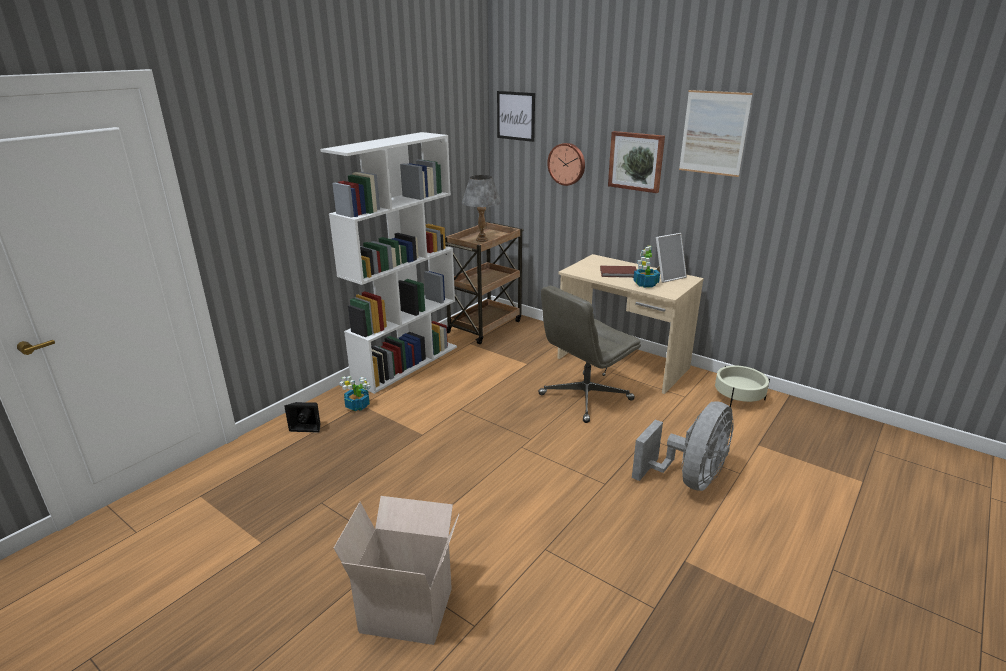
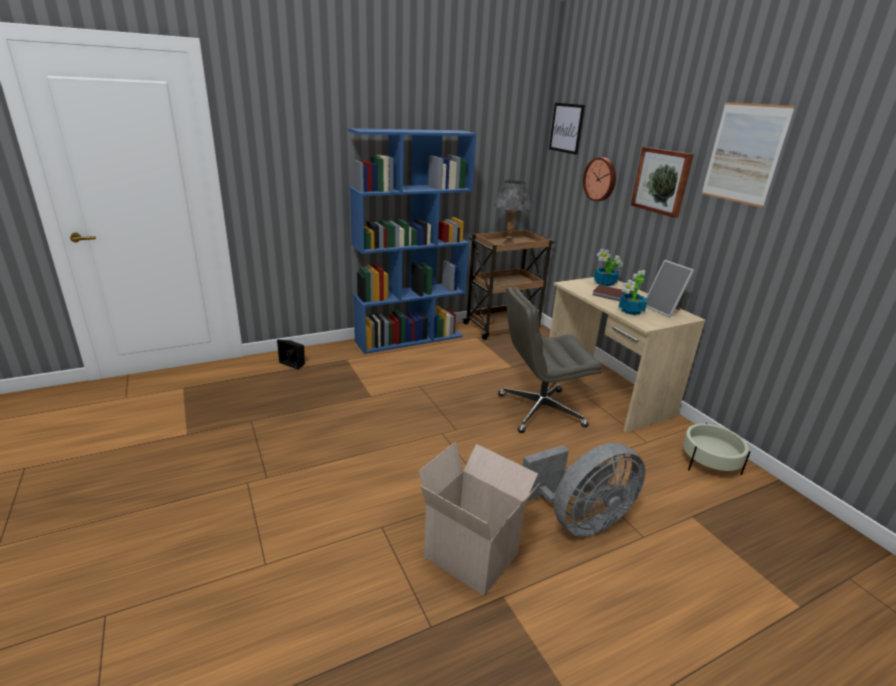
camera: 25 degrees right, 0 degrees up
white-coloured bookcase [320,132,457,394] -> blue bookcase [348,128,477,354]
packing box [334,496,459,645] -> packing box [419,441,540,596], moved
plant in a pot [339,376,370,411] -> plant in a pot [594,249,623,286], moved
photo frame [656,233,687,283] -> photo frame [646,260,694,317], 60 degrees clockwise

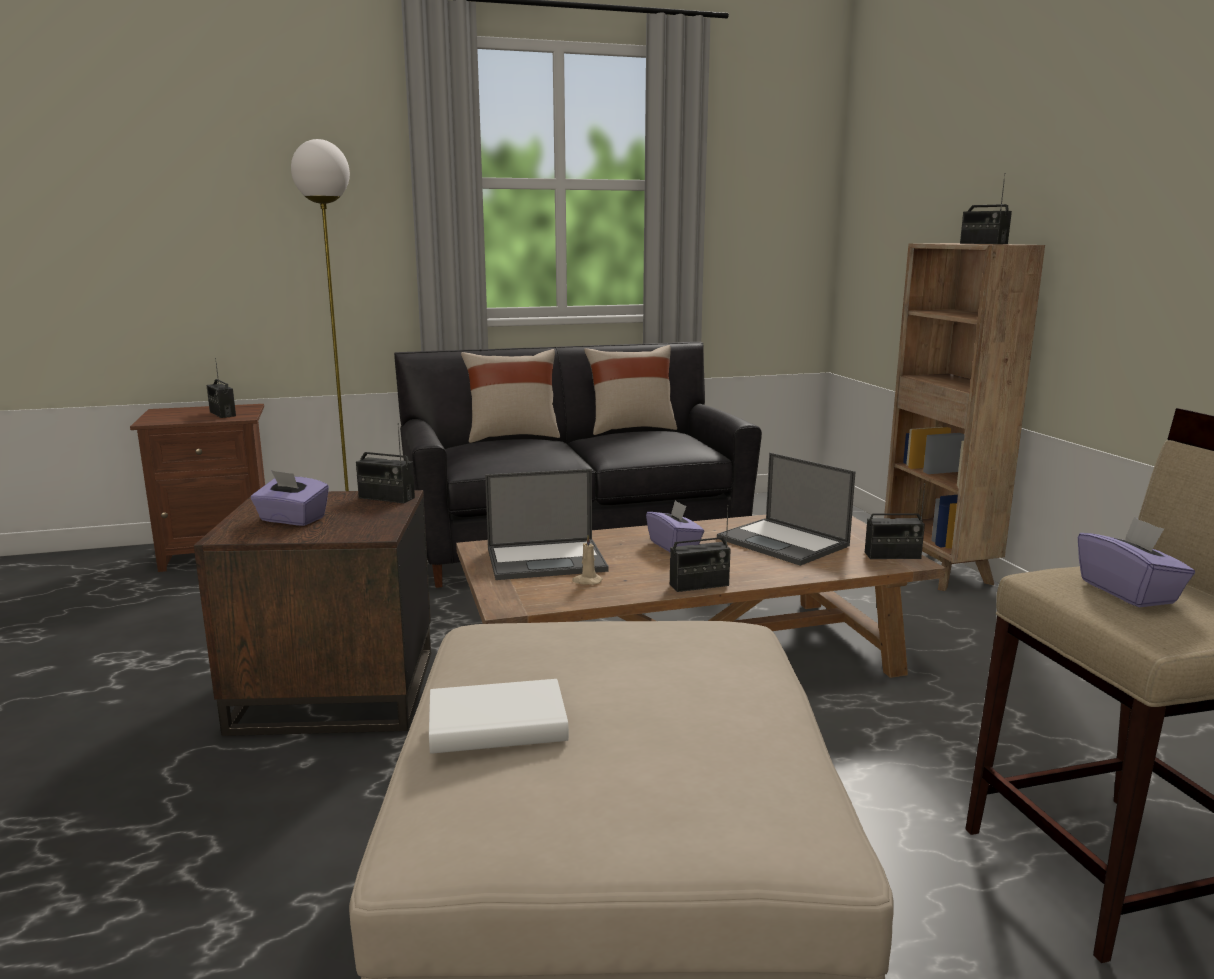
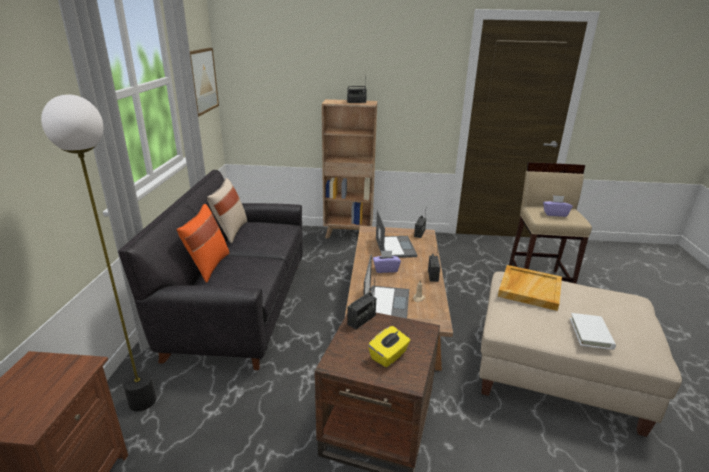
camera: 70 degrees left, 10 degrees up
radio receiver [207,358,236,418] -> none
purple-coloured tissue box [251,470,329,526] -> yellow-coloured tissue box [368,326,410,367]
beige pillow [461,349,560,443] -> orange-coloured pillow [177,204,230,283]
laptop [717,453,856,566] -> laptop [376,210,417,258], 75 degrees counterclockwise
none -> wall picture [190,48,219,117]
none -> beige serving tray [498,265,562,311]

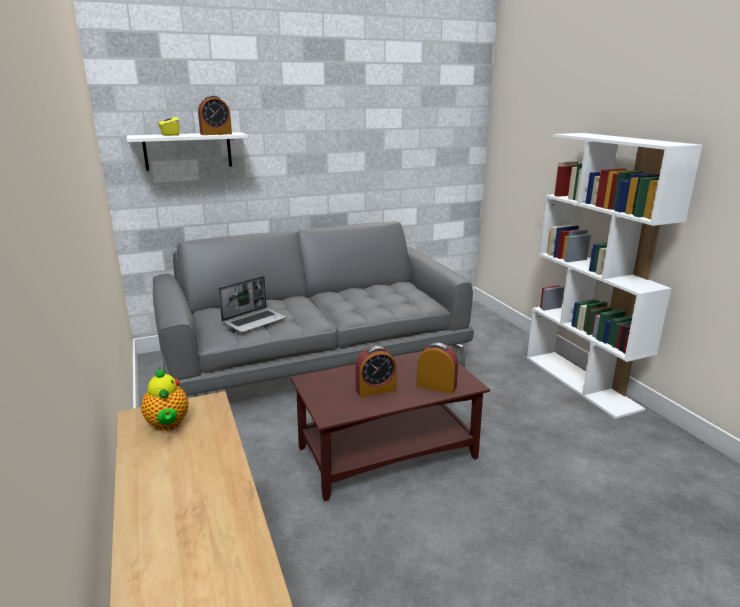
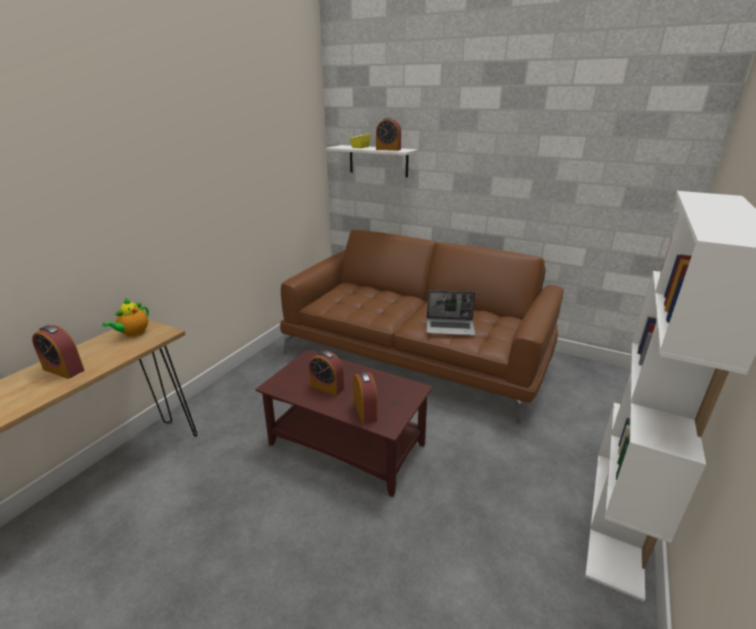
camera: 50 degrees right, 5 degrees up
greyish sofa [153,221,474,397] -> brownish sofa [280,230,564,424]
laptop [218,276,287,333] -> laptop [427,290,476,336], moved
none -> alarm clock [32,325,84,379]

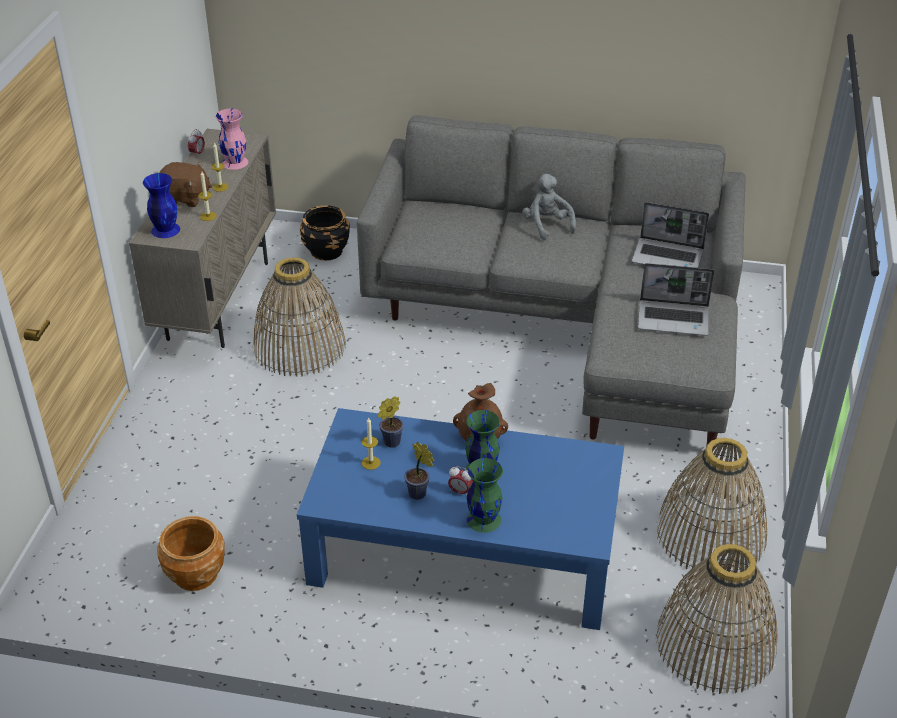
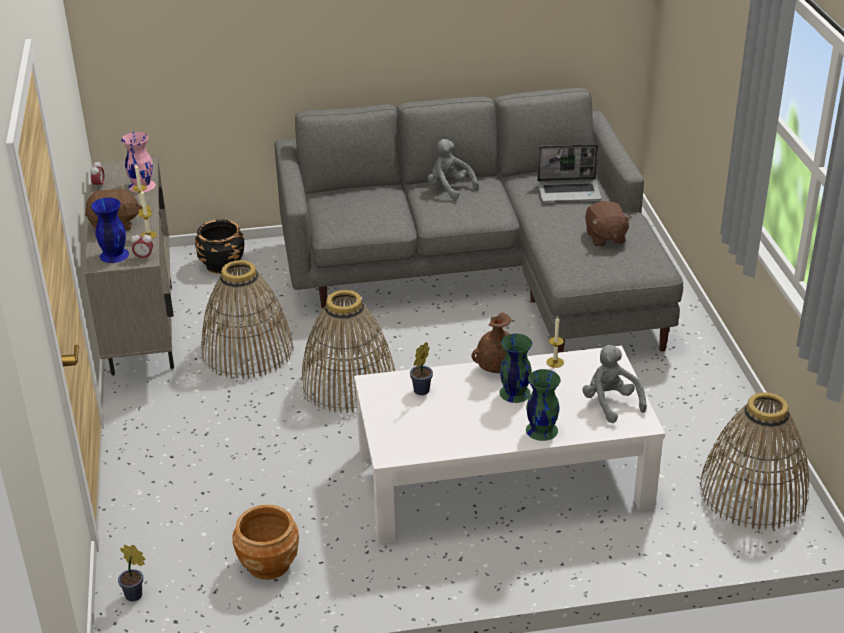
camera: 20 degrees left, 5 degrees down
blue lounge table [297,408,624,630] -> white-coloured lounge table [354,346,665,544]
wax light [362,417,381,470] -> wax light [546,316,564,368], moved
plant in a pot [404,442,434,500] -> plant in a pot [118,545,145,602], moved
alarm clock [448,466,473,496] -> alarm clock [131,232,153,260], moved
laptop [638,263,714,336] -> brownish cuddly toy [585,201,632,247]
storage basket [656,438,767,572] -> storage basket [301,290,395,413], moved
none -> greyish cuddly toy [582,345,647,423]

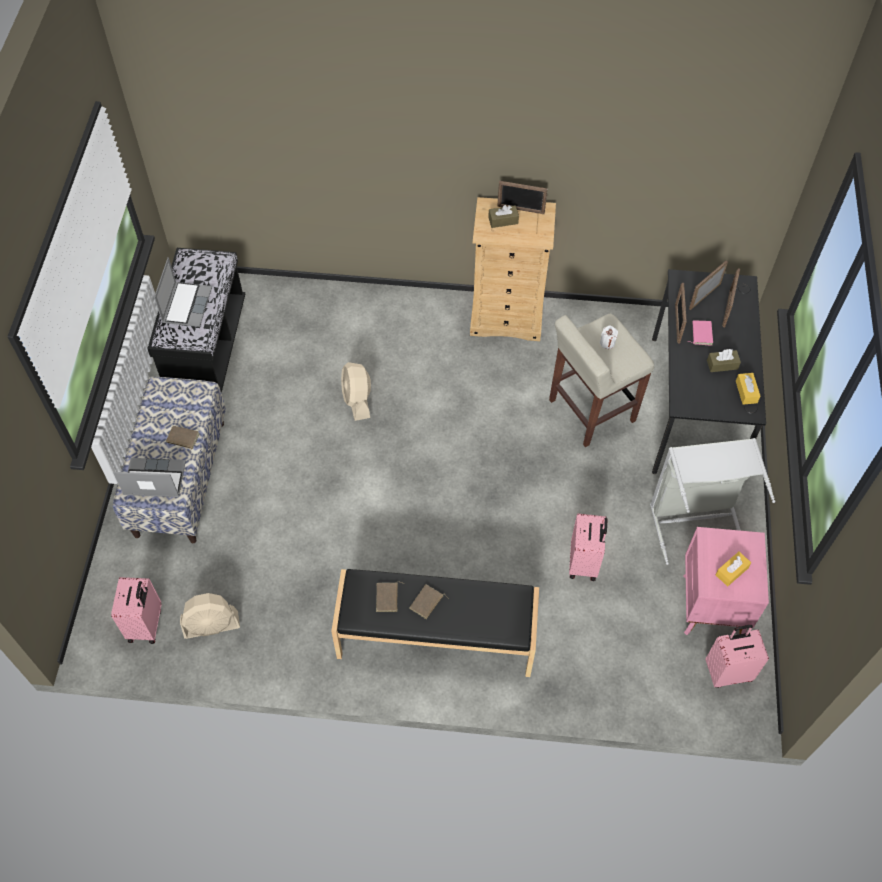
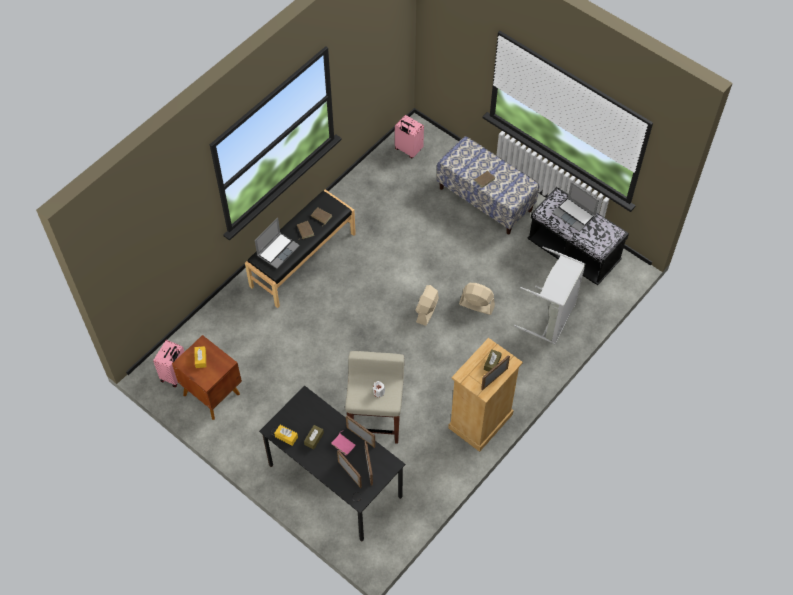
camera: 125 degrees right, 0 degrees up
laptop [113,458,186,497] -> laptop [255,217,300,269], moved
beige electric fan [180,593,240,639] -> beige electric fan [415,285,439,326], moved
pink-coloured suitcase [569,513,608,581] -> none
greyish hamper [650,438,775,565] -> greyish hamper [514,246,586,344], moved
pink-coloured nightstand [683,527,769,635] -> brownish nightstand [172,335,242,420]

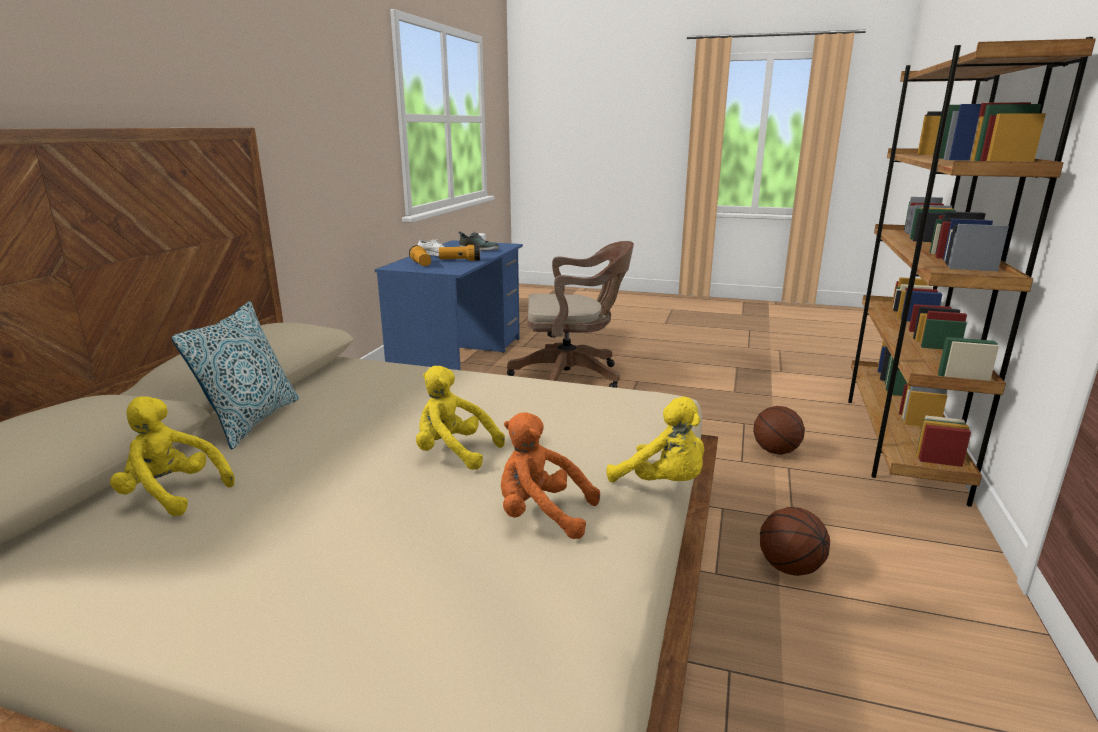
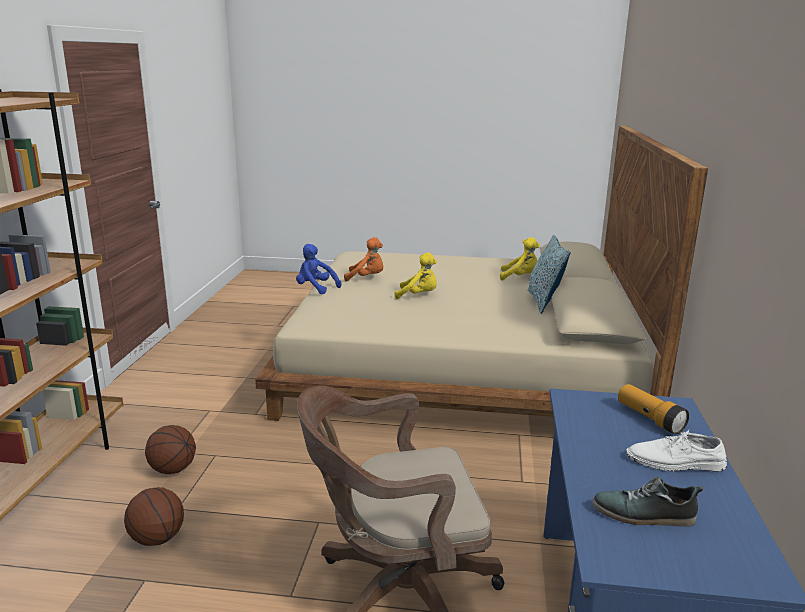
camera: 170 degrees right, 0 degrees up
torch [439,245,480,261] -> none
yellow-coloured cuddly toy [607,397,704,482] -> blue cuddly toy [296,244,342,294]
basketball ball [760,507,830,576] -> basketball ball [124,487,184,546], moved

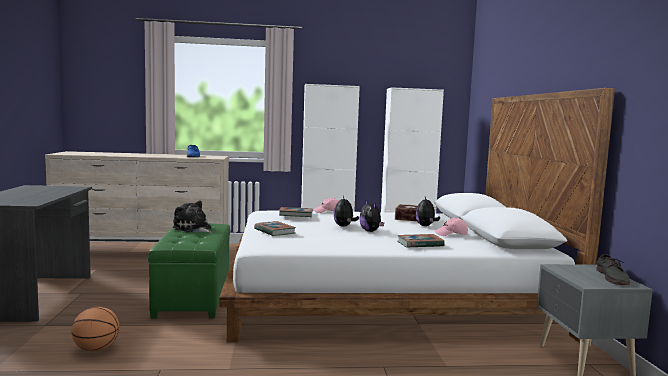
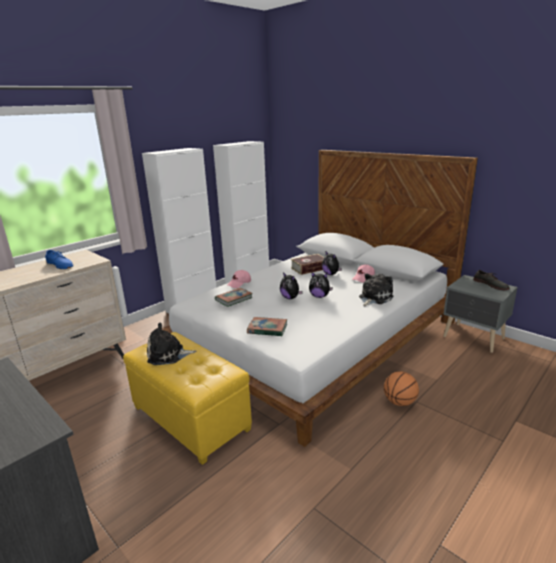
camera: 40 degrees left, 15 degrees up
basketball ball [72,307,120,351] -> basketball ball [384,371,419,406], moved
green-coloured footrest [148,223,230,318] -> yellow-coloured footrest [123,332,252,465]
bound book [398,234,445,247] -> cuddly toy [359,274,394,306]

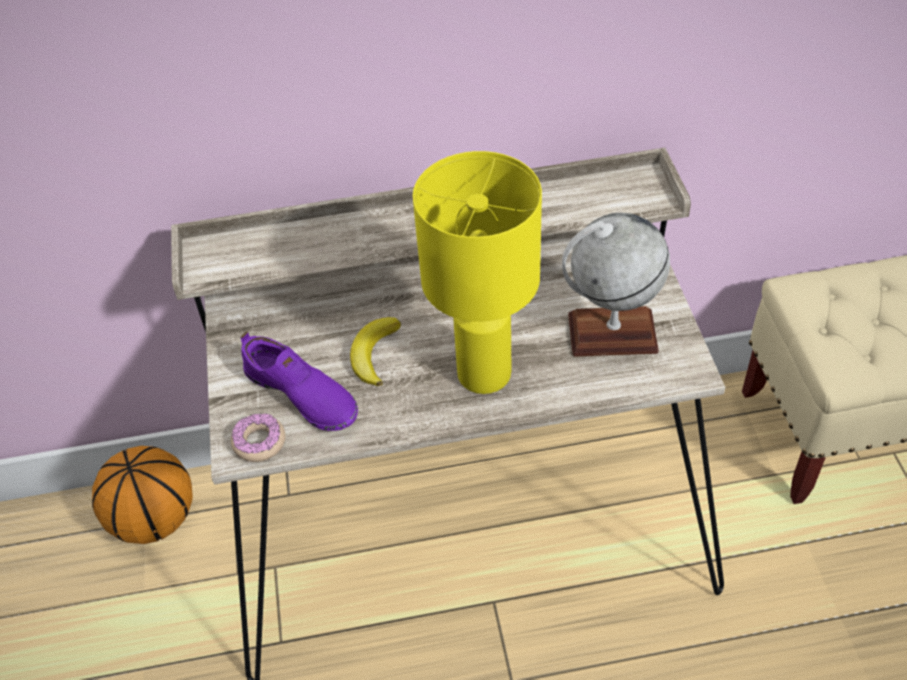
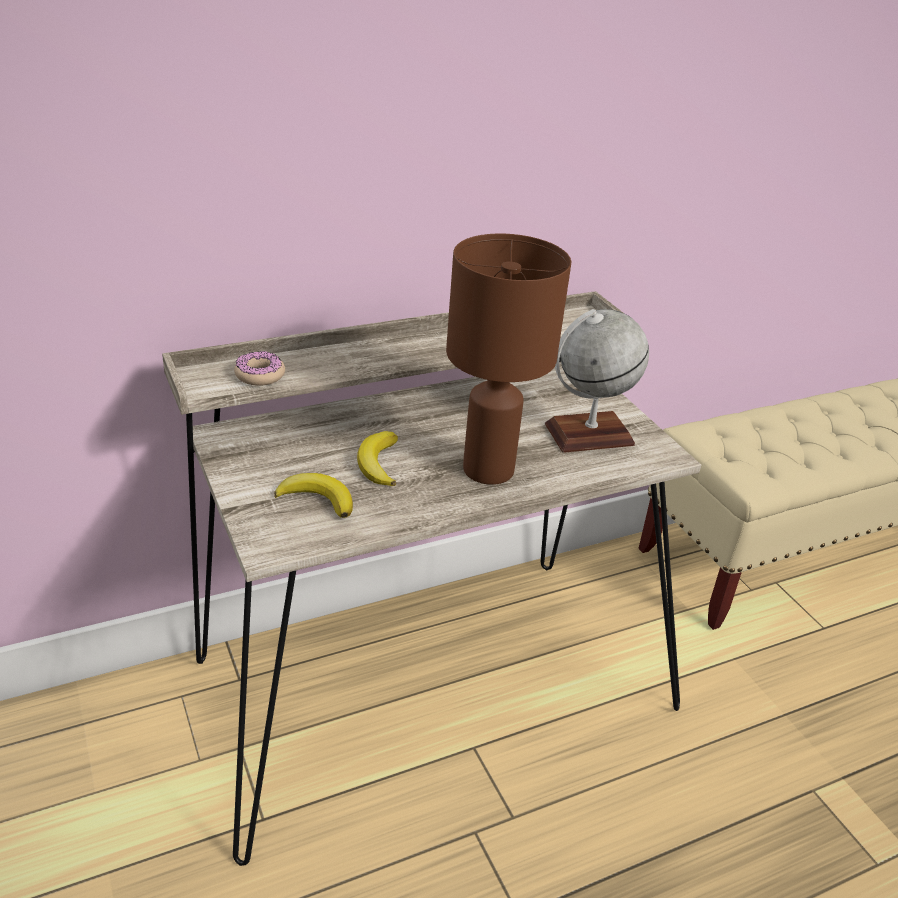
camera: 20 degrees left, 15 degrees down
basketball ball [92,446,193,544] -> none
donut [231,413,286,462] -> donut [234,351,285,386], moved
purple-coloured low shoe [241,331,358,431] -> whole banana [274,473,353,518]
yellow-coloured lamp for a table [413,151,542,394] -> brownish lamp for a table [446,234,571,485]

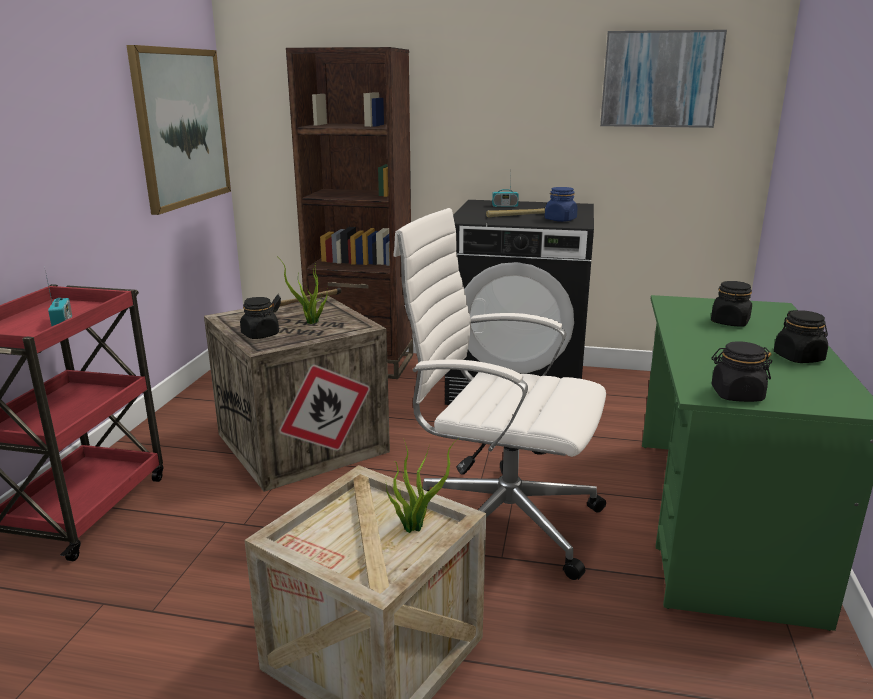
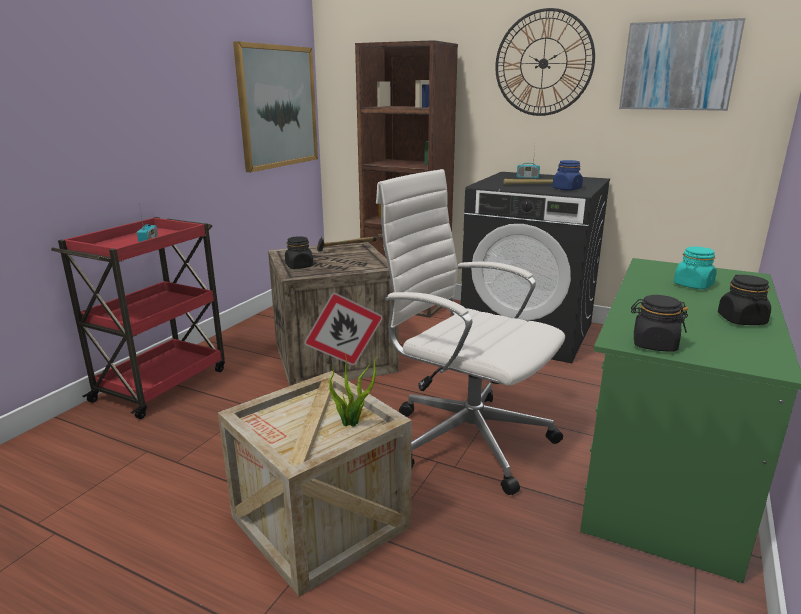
camera: 15 degrees right, 0 degrees up
plant in a pot [282,262,328,324] -> none
blackish preserve jar [711,281,752,327] -> blue-green preserve jar [674,247,717,289]
none -> hanging clock [495,8,595,116]

